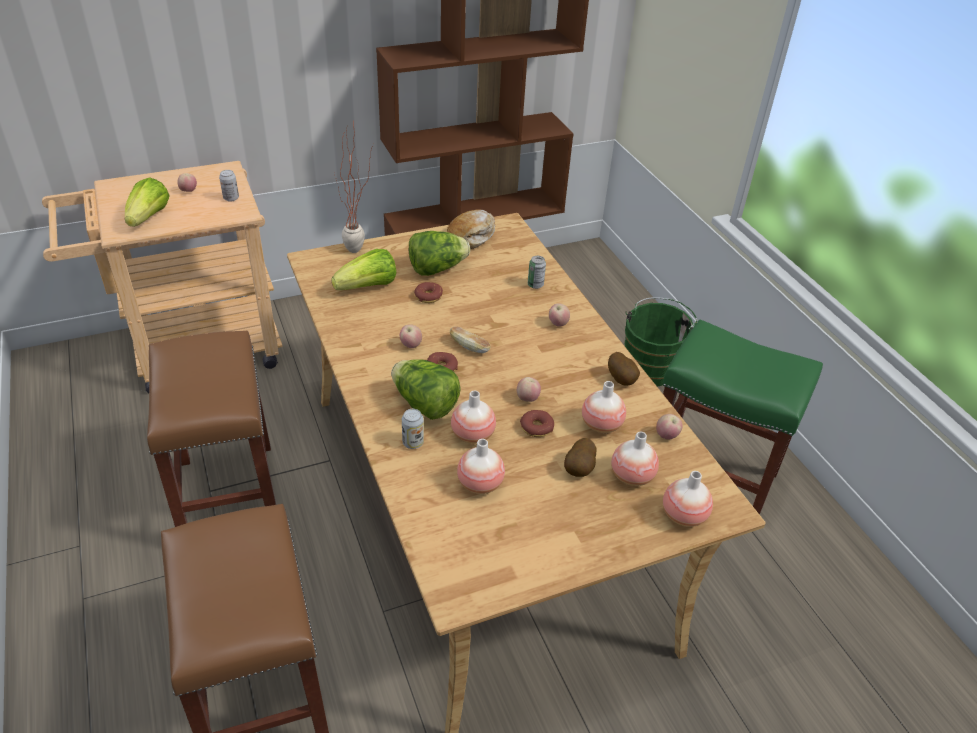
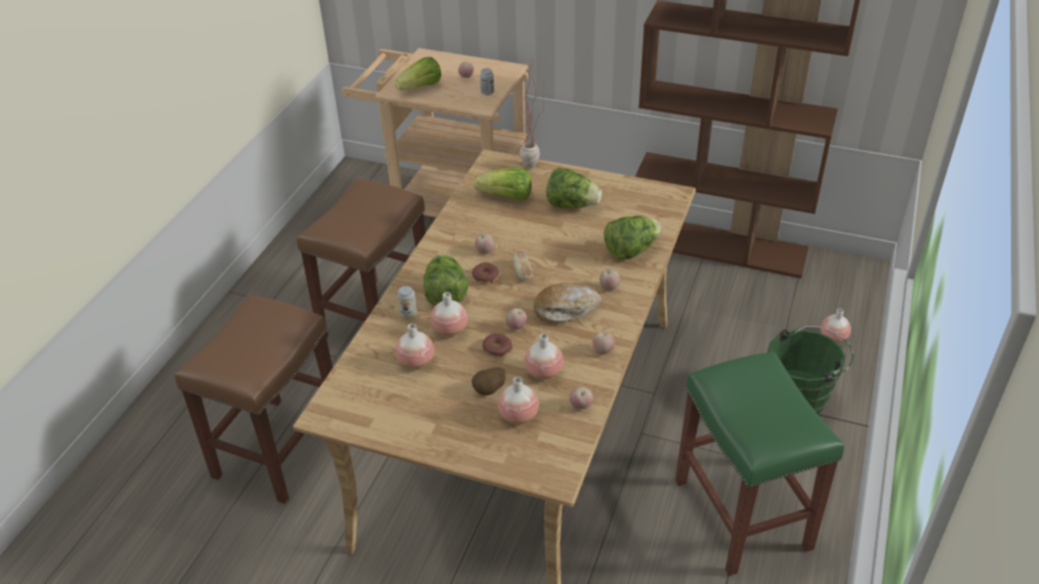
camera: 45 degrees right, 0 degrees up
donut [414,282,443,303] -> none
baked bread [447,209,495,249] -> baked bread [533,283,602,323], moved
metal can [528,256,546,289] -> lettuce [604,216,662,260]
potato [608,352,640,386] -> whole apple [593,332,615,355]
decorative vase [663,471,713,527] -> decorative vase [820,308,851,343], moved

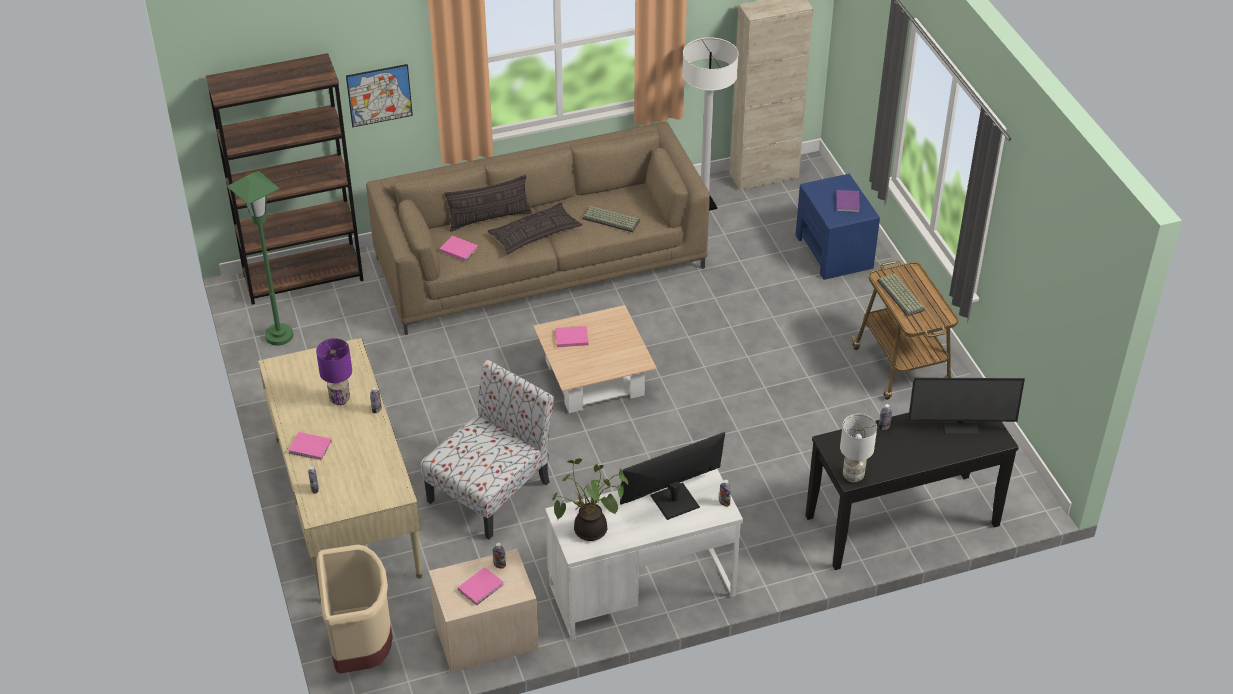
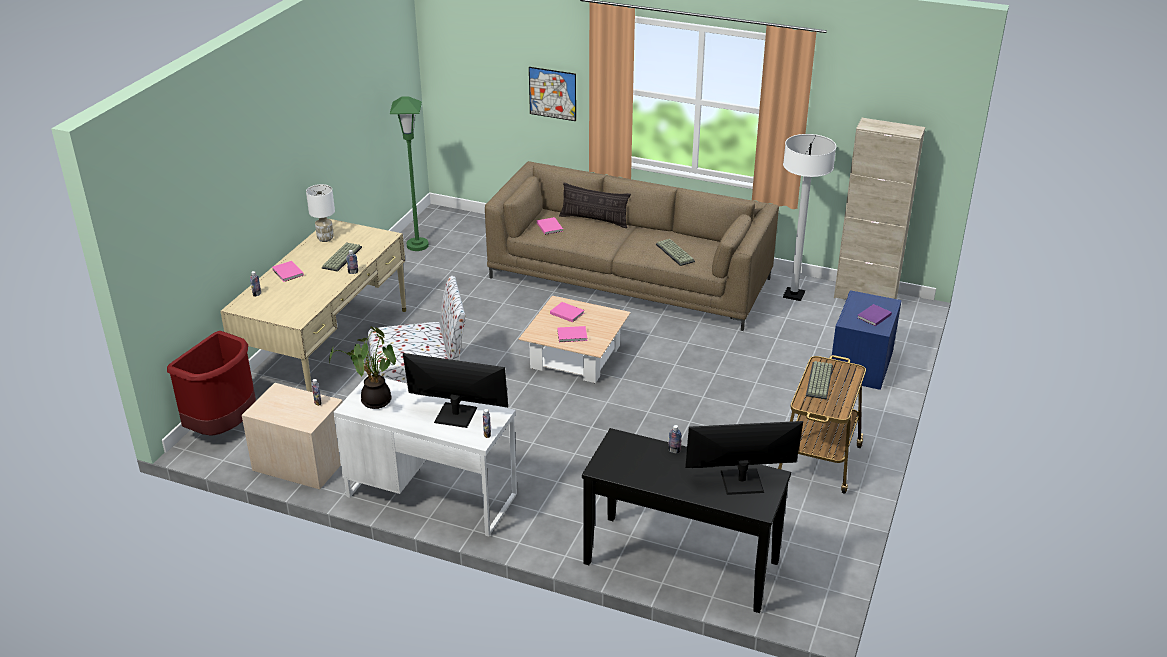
camera: 40 degrees right, 10 degrees down
brownish bookcase [205,53,364,305] -> none
purple-coloured lamp for a table [316,338,352,405] -> keyboard [322,242,362,272]
beige trash can [317,545,392,673] -> red trash can [167,331,256,436]
pink-coloured bound book [458,567,504,606] -> pink-coloured bound book [557,326,587,342], moved
pillow [488,202,582,255] -> none
white-coloured lamp for a table [840,414,877,482] -> white-coloured lamp for a table [306,184,335,242], moved
monitor [908,377,1025,435] -> monitor [685,421,803,495], 135 degrees clockwise

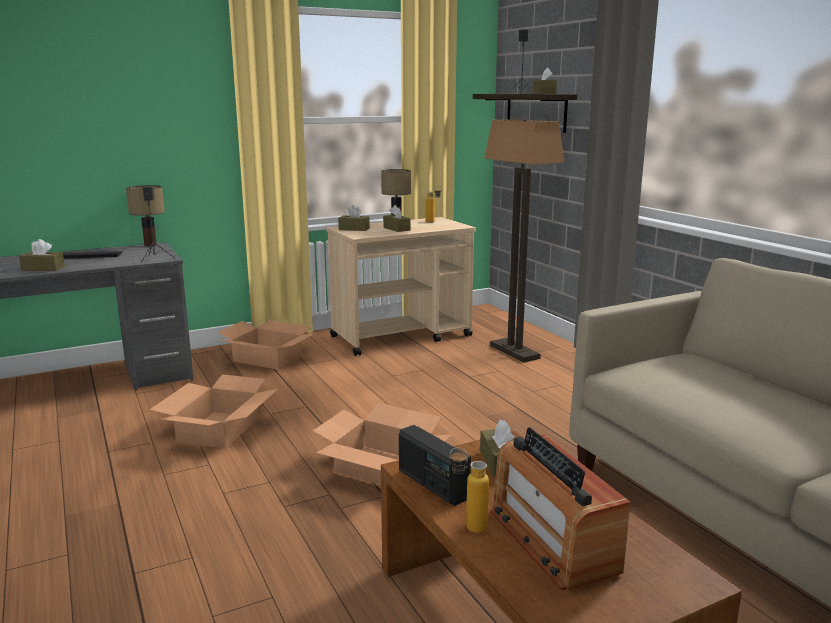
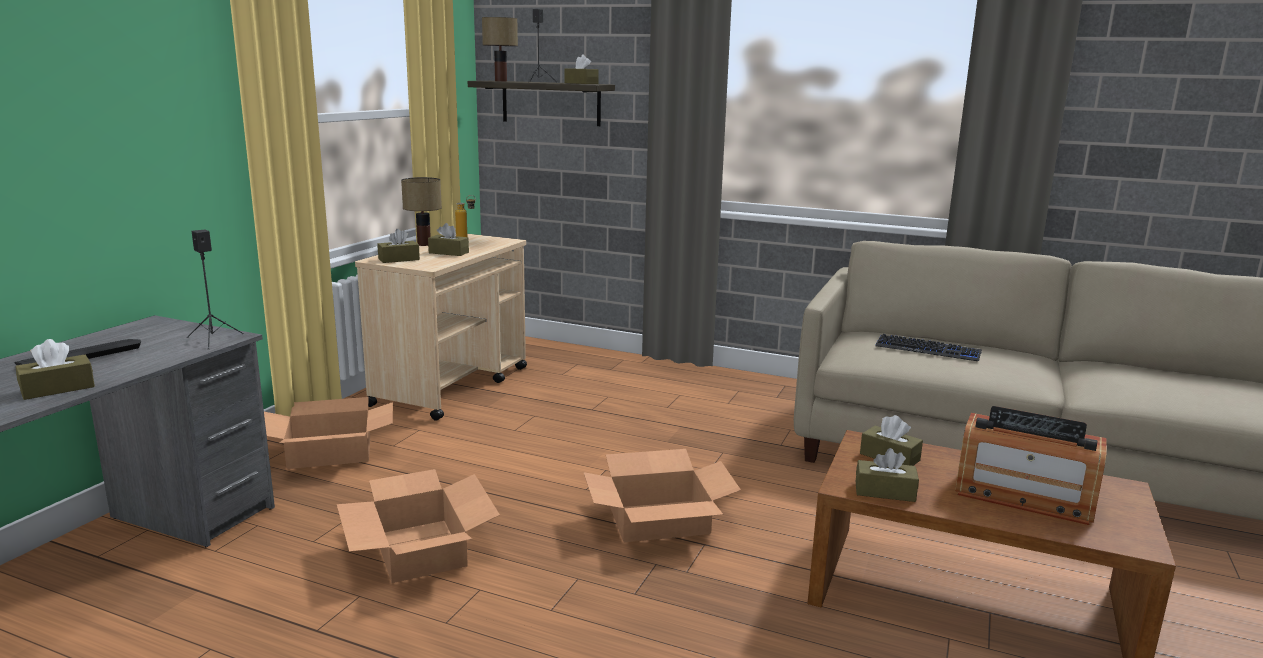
camera: 40 degrees left, 0 degrees up
lamp for a table [126,185,165,246] -> lamp for a table [482,17,518,81], moved
radio receiver [399,425,471,506] -> brownish tissue box [856,448,919,502]
beverage bottle [450,447,489,533] -> none
standing lamp [484,119,564,363] -> none
none -> keyboard [875,334,982,361]

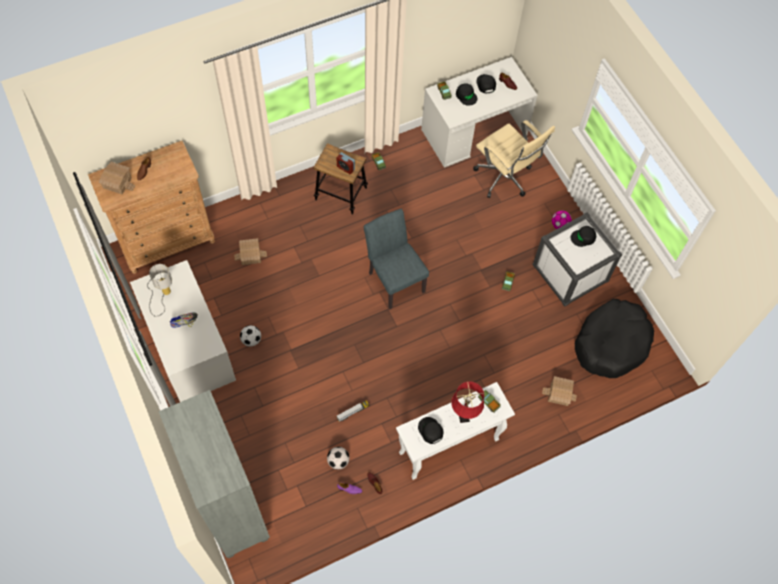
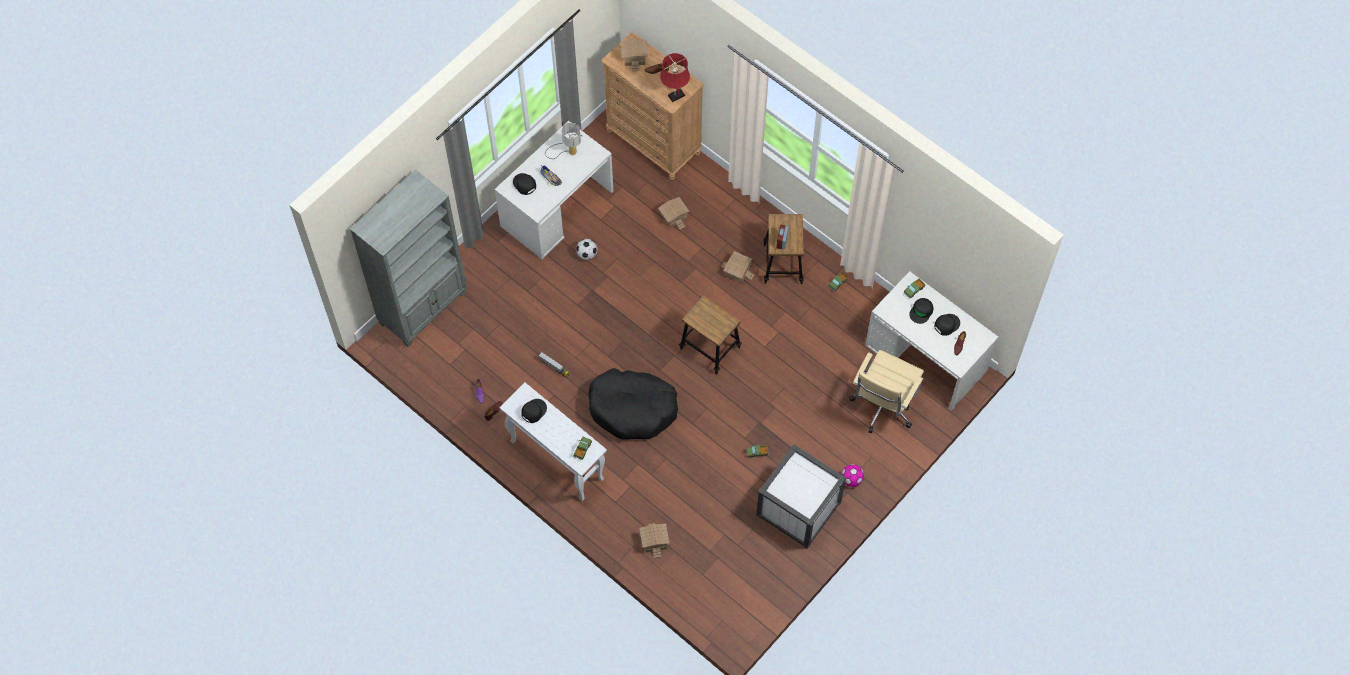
camera: 70 degrees right, 0 degrees up
ball for football [327,447,350,470] -> none
greyish plain chair [364,209,429,309] -> stool [679,295,742,375]
red lamp for a table [452,381,484,423] -> red lamp for a table [660,53,690,102], moved
blackish peaked cap [571,226,596,247] -> blackish peaked cap [513,173,536,195], moved
blackish pet bed [575,299,654,378] -> blackish pet bed [588,368,678,440], moved
none -> miniature house [721,251,754,283]

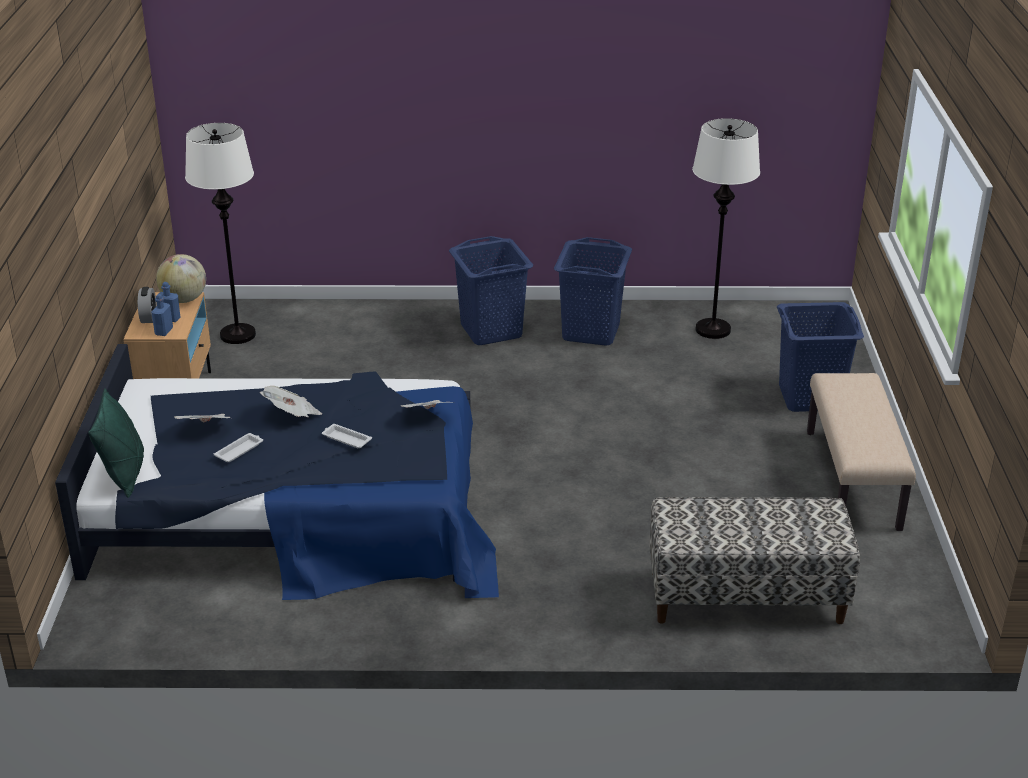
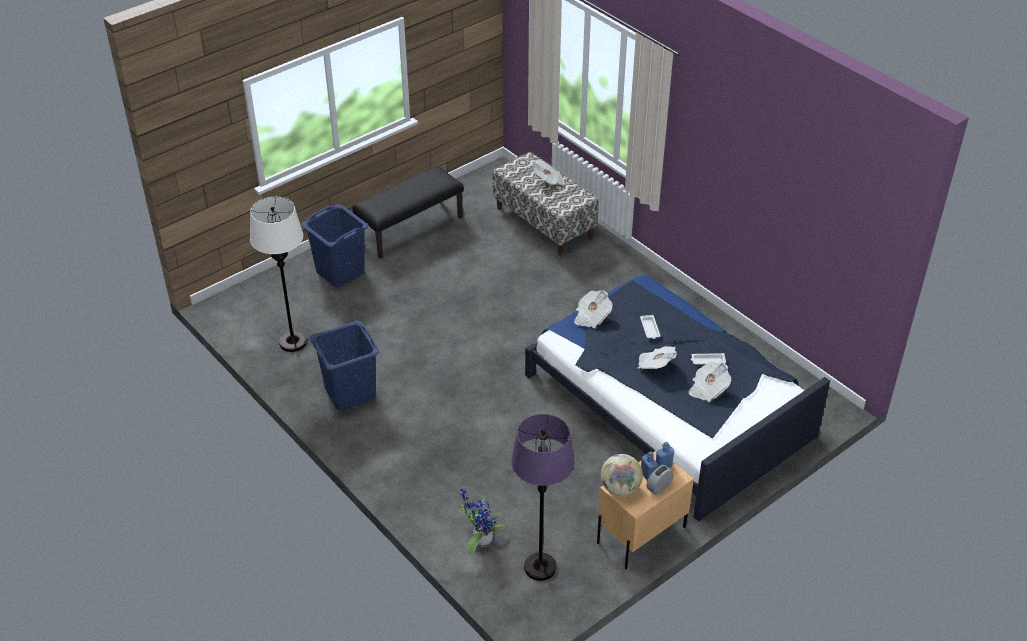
camera: 130 degrees left, 10 degrees up
green-coloured pillow [88,388,144,498] -> none
white-coloured standing lamp [185,123,256,344] -> purple-coloured standing lamp [511,414,574,581]
blue hamper [449,236,533,345] -> none
beige long seat [807,373,916,531] -> blackish long seat [352,166,464,259]
none -> plant in a pot [459,489,505,554]
none -> newspaper [532,160,565,185]

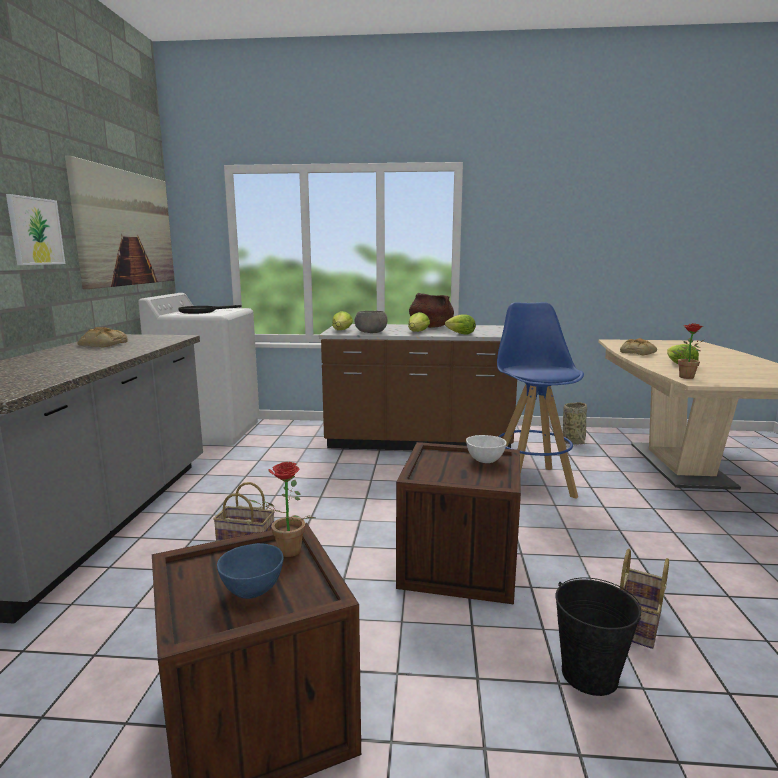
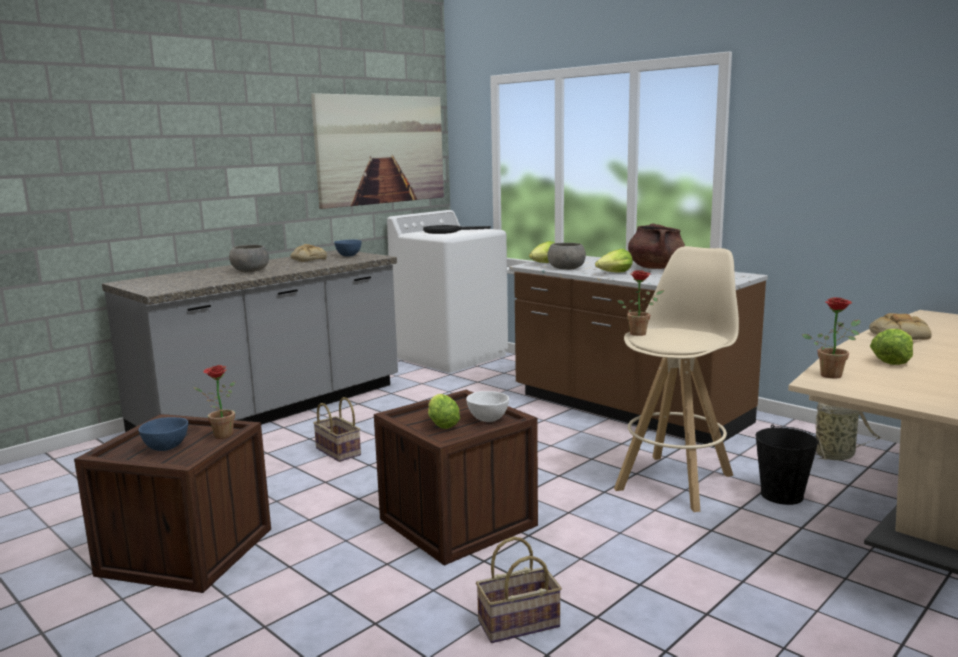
camera: 40 degrees right, 0 degrees up
wall picture [6,194,65,265] -> none
lettuce [445,314,476,335] -> lettuce [428,394,460,429], moved
blue stool [497,302,584,499] -> beige stool [614,246,739,512]
blackish bucket [555,577,641,696] -> blackish bucket [755,424,819,505], moved
none -> greyish serving bowl [229,245,269,272]
none -> blue serving bowl [334,239,362,257]
none -> plant in a pot [617,270,664,336]

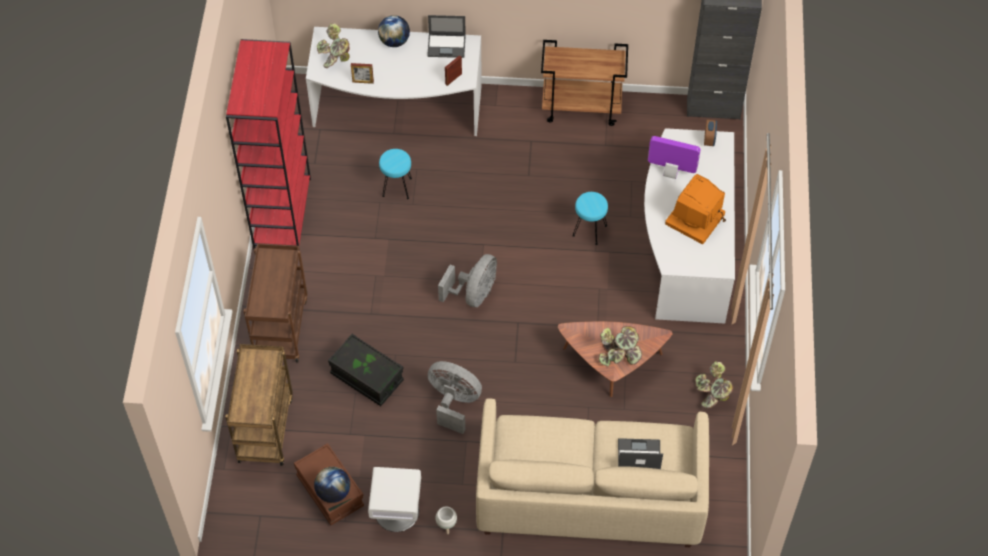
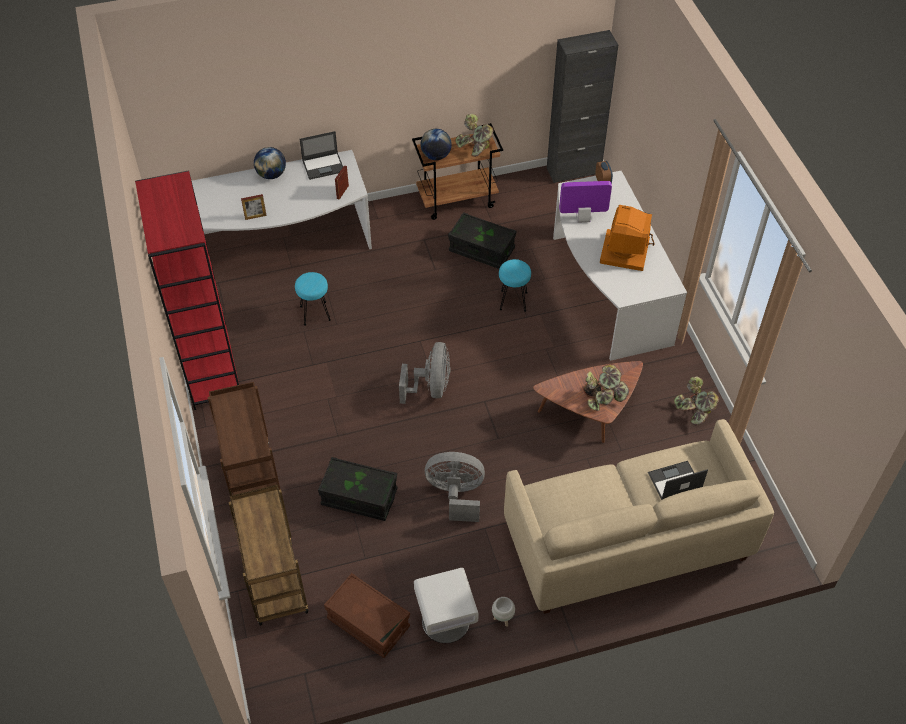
camera: 20 degrees left, 5 degrees down
desk globe [314,467,350,503] -> desk globe [420,129,452,160], moved
plant in a pot [317,23,350,68] -> plant in a pot [455,113,494,157], moved
none -> blackish storage box [448,212,516,269]

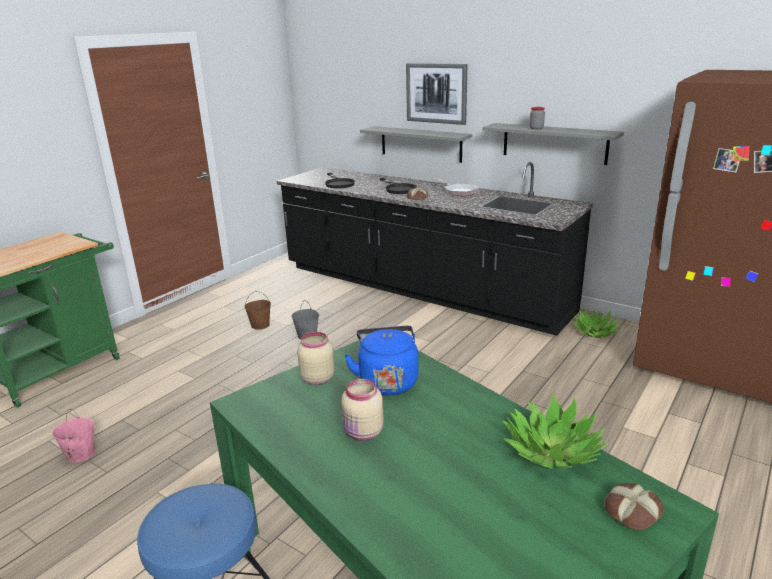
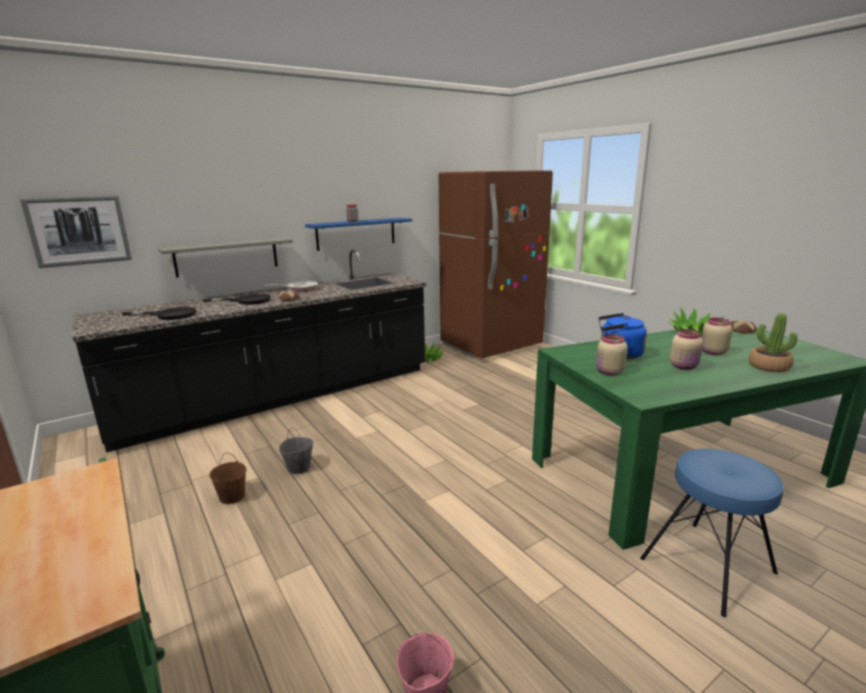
camera: 70 degrees left, 5 degrees down
wall picture [406,63,467,125] -> wall picture [20,195,132,268], moved
greyish bracket shelf [483,123,624,165] -> blue bracket shelf [305,218,412,251]
none -> beige preserve jar [702,318,732,355]
none -> plant in a pot [749,313,797,372]

